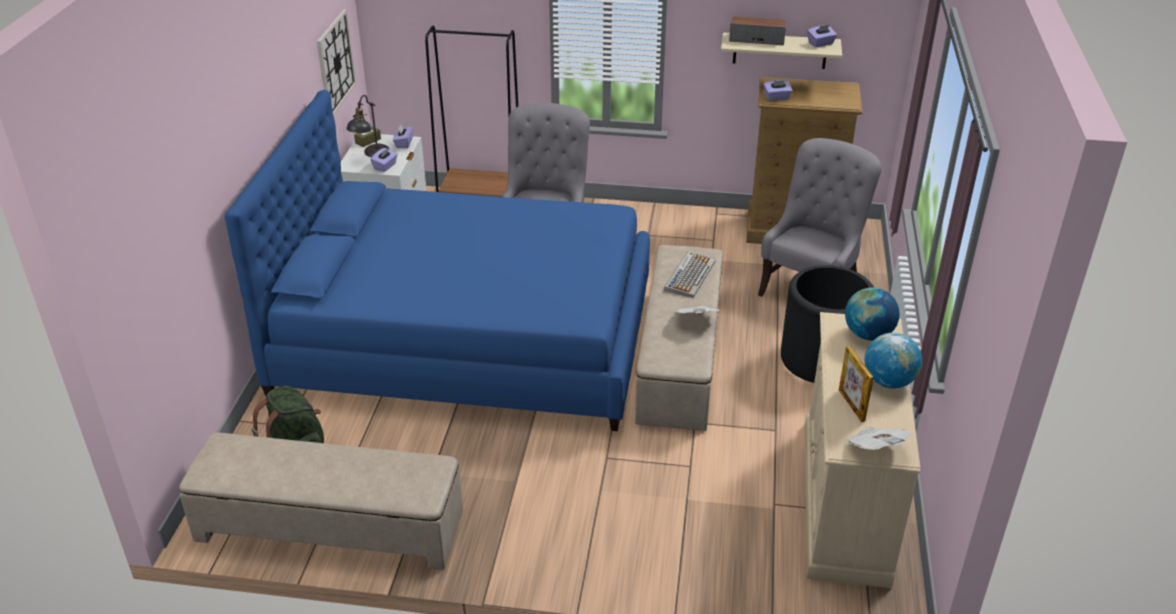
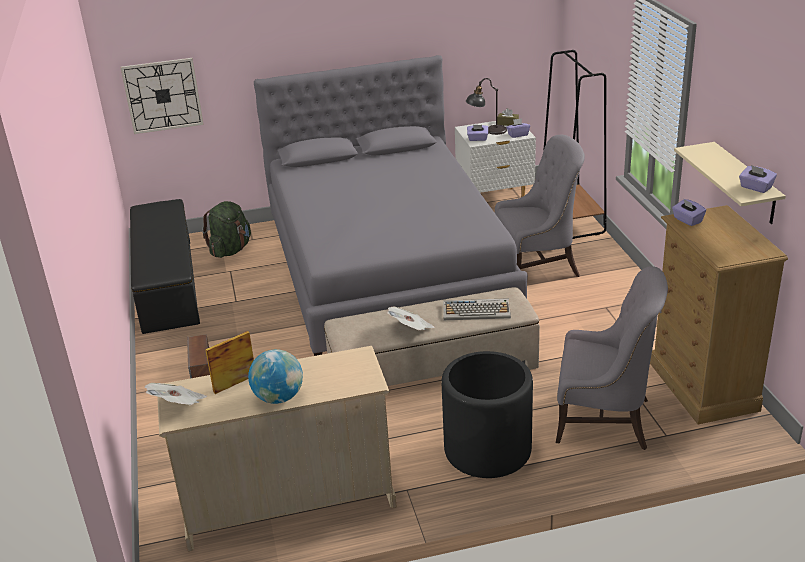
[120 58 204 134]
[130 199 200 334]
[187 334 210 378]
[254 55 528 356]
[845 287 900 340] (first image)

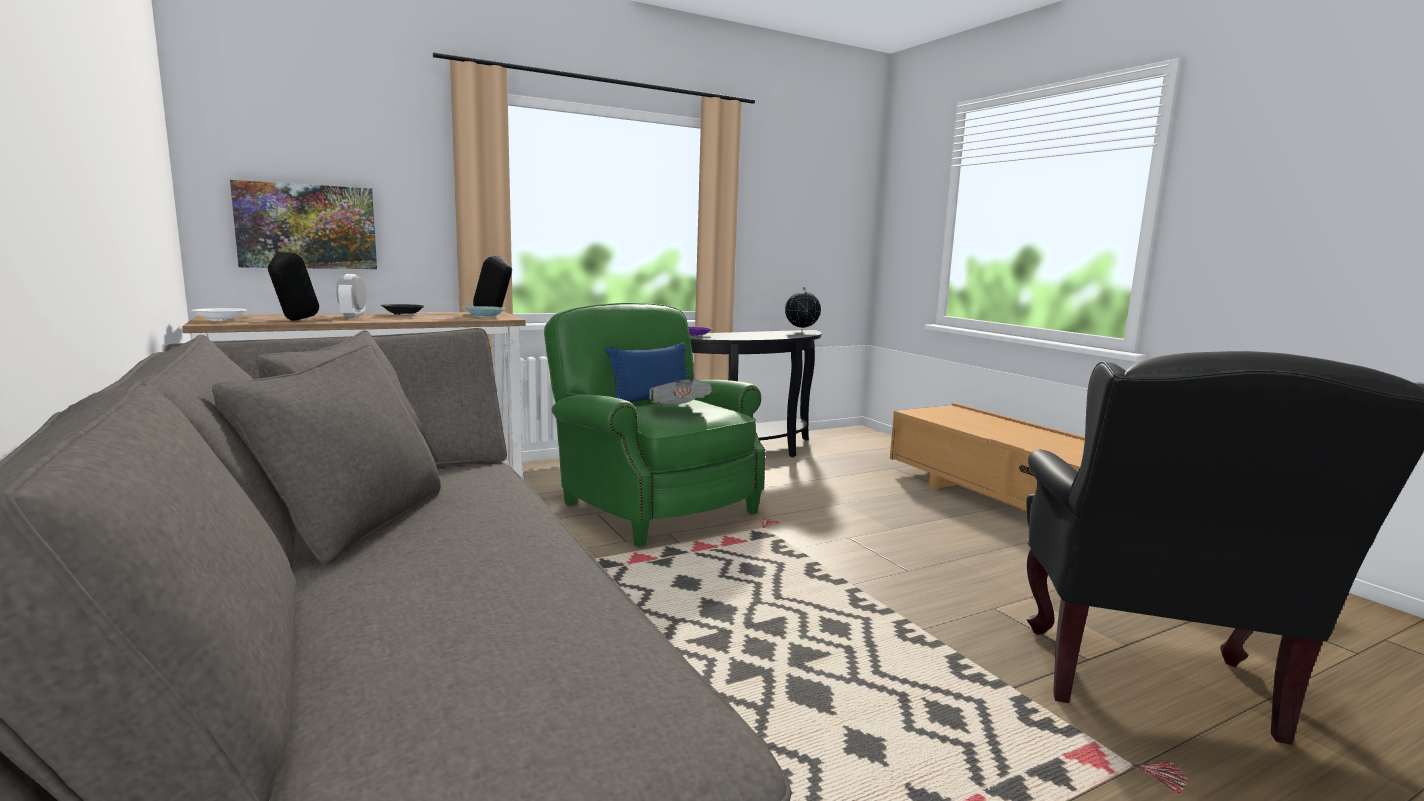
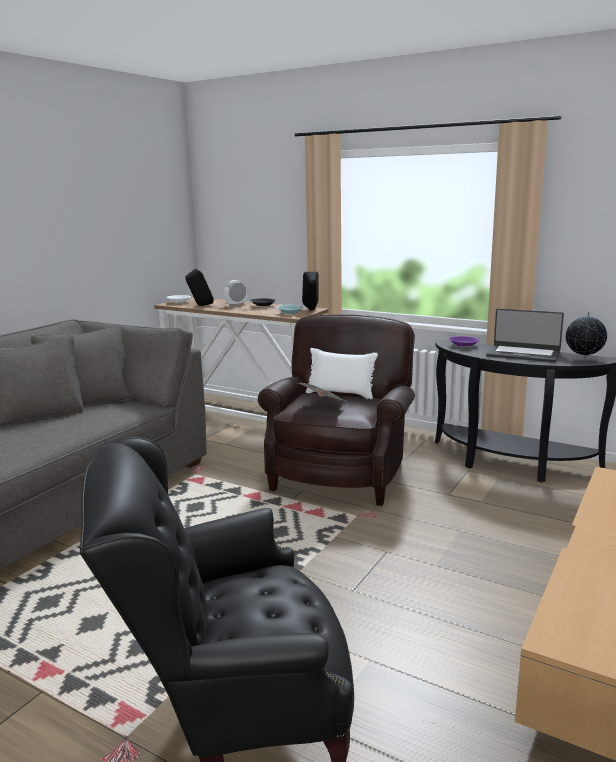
[258 314 415 506]
[306 348 378 399]
[487 309 564 362]
[230 180 377 269] (first image)

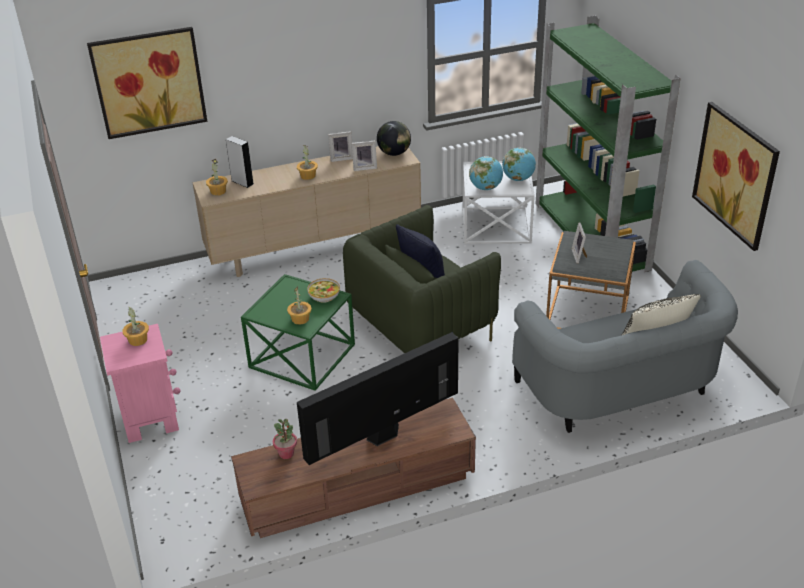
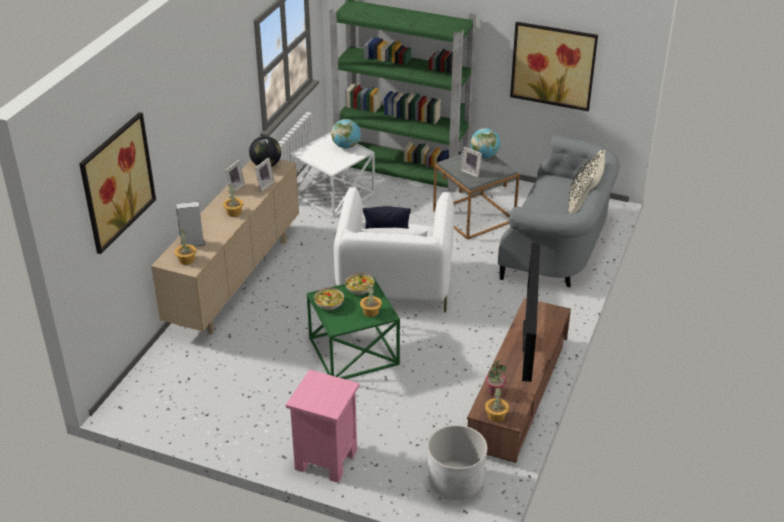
[314 288 344 310]
[334 187 454 312]
[428 425 487 500]
[470 128 500 158]
[485 387 509 422]

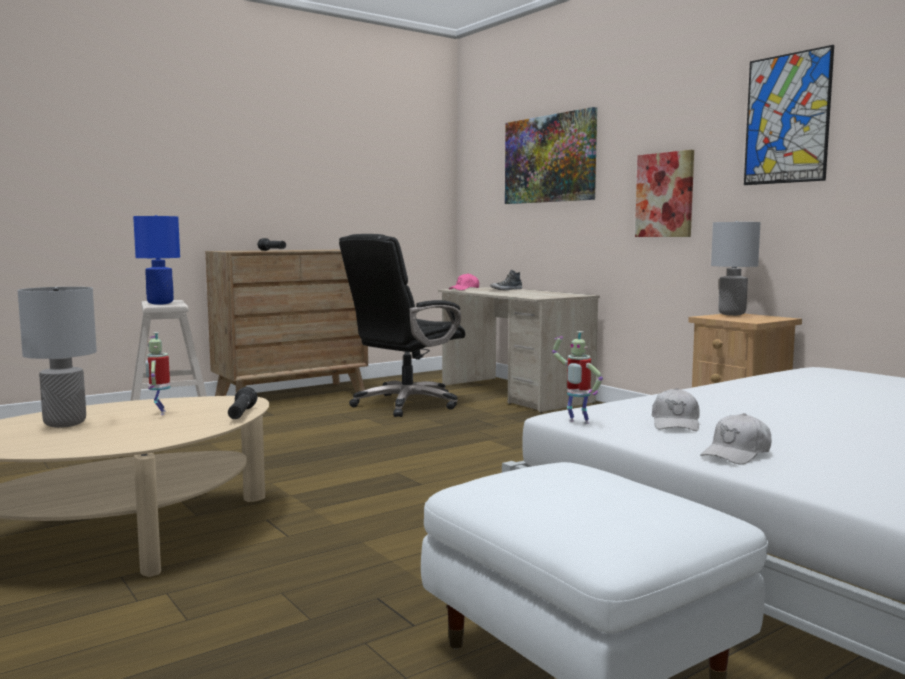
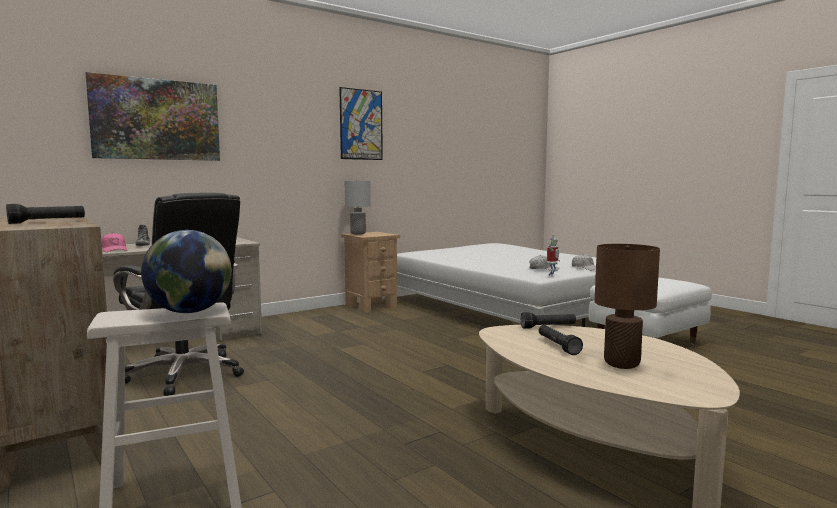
[141 230 232 313]
[539 325 583 355]
[594 244 660 369]
[635 150 694 237] (first image)

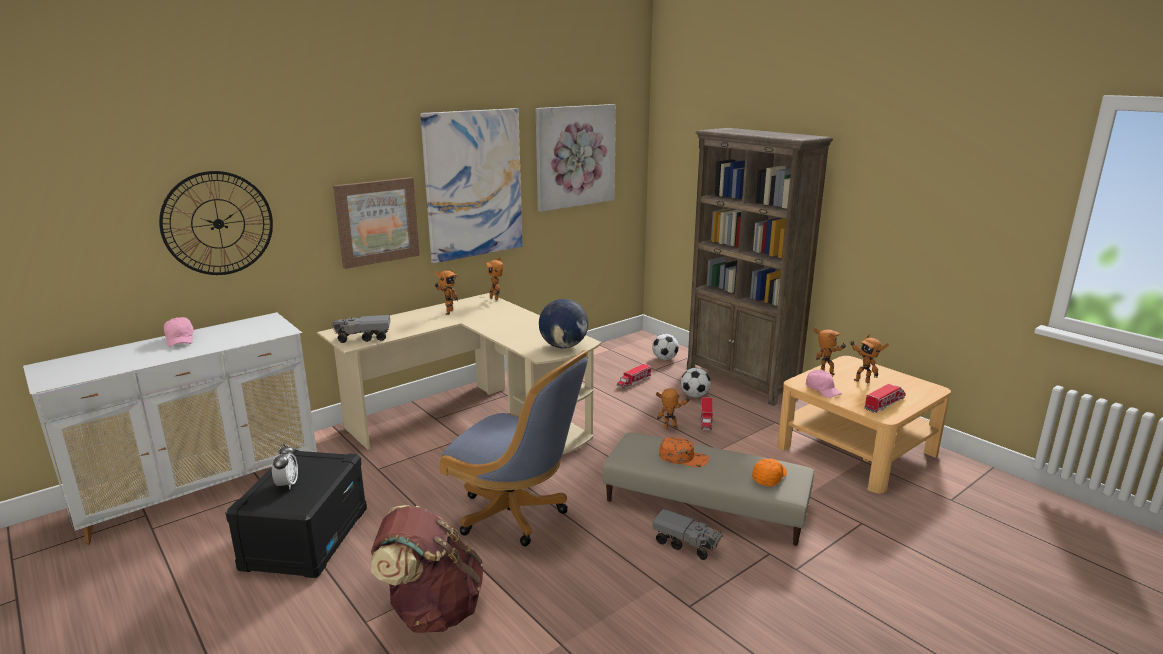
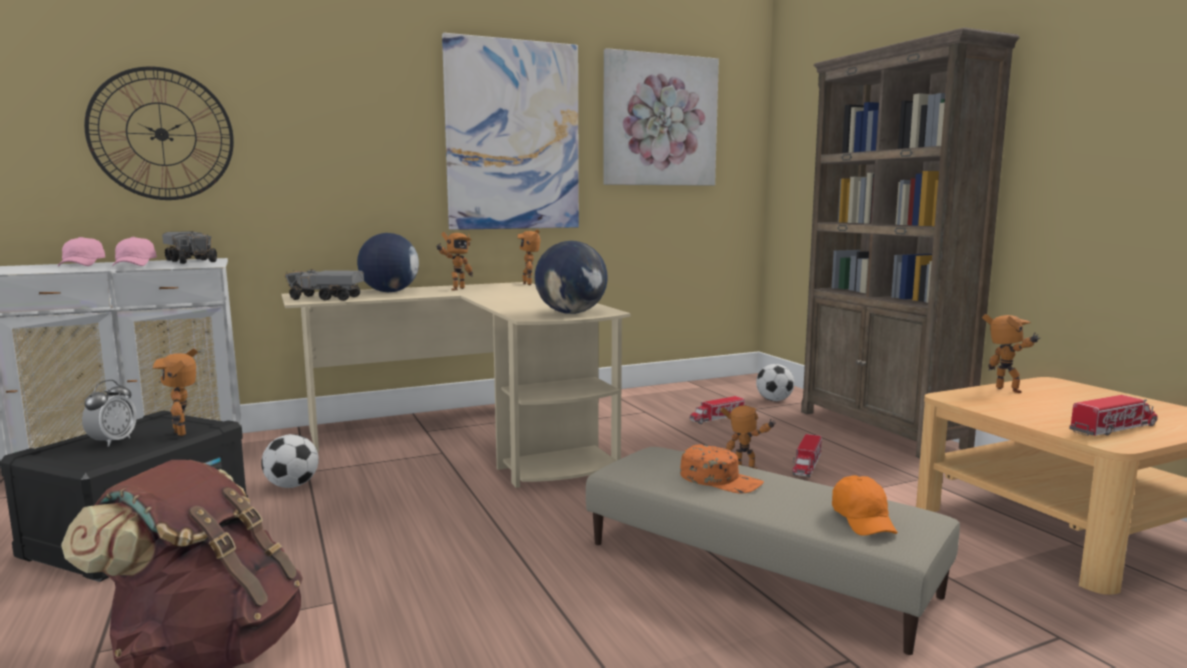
[112 237 157 266]
[153 348 198 437]
[162 231 217 264]
[261 434 319 488]
[357 233 419 292]
[832 475 898 536]
[333 177 420 269] (first image)
[440 350 588 546] (first image)

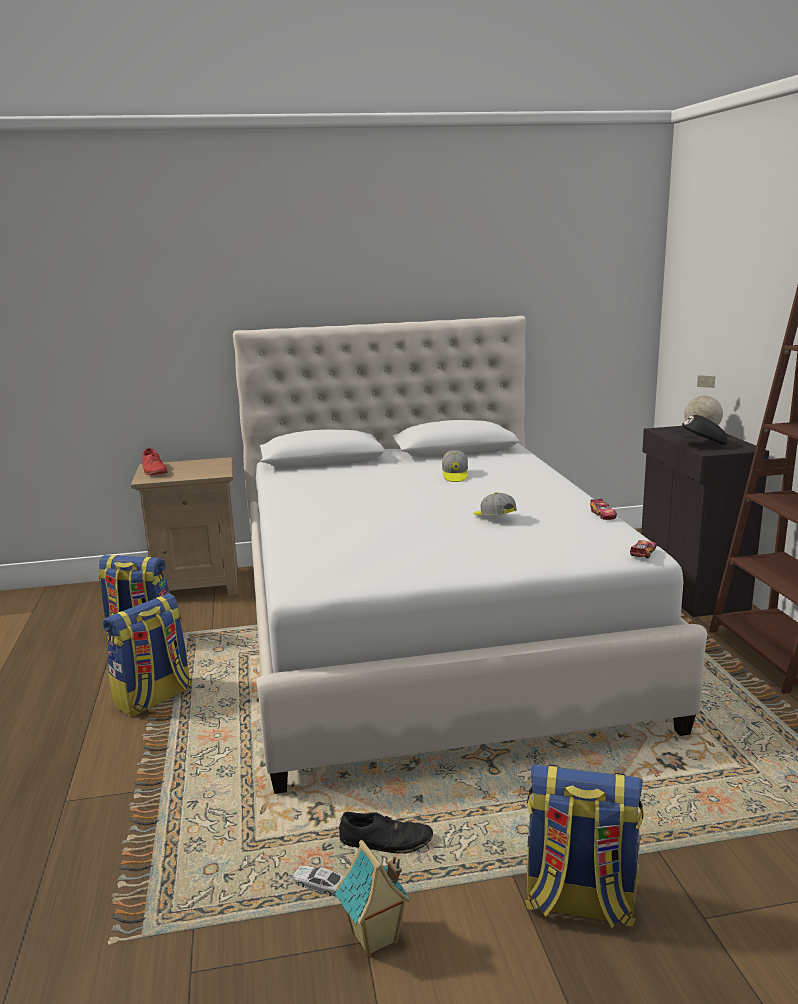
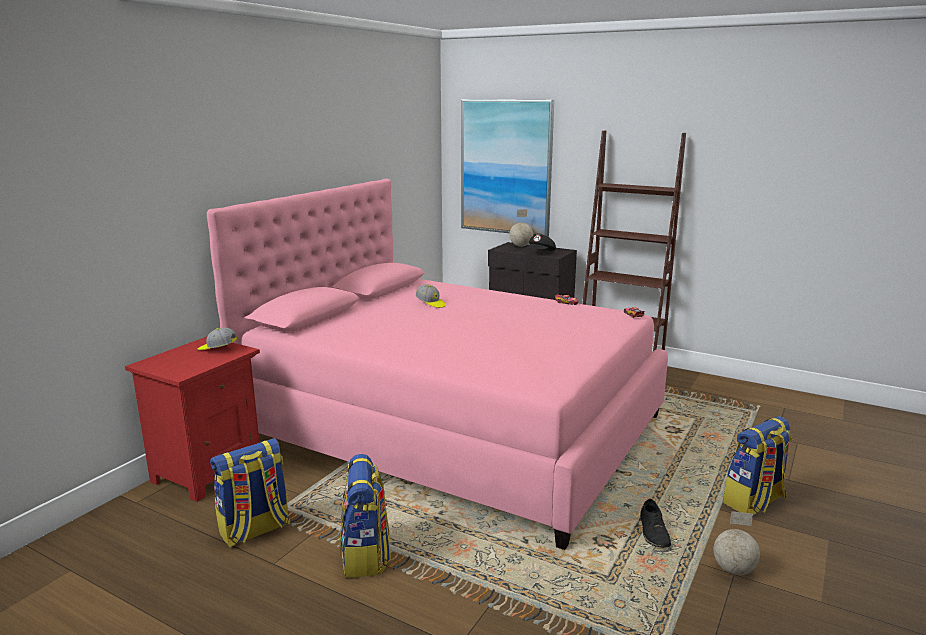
[125 337 260 502]
[198 328 238 350]
[207 179 668 550]
[461 99 554 237]
[640 499 671 548]
[714 511 760 575]
[142 448 168 475] (first image)
[292 865 343 897] (first image)

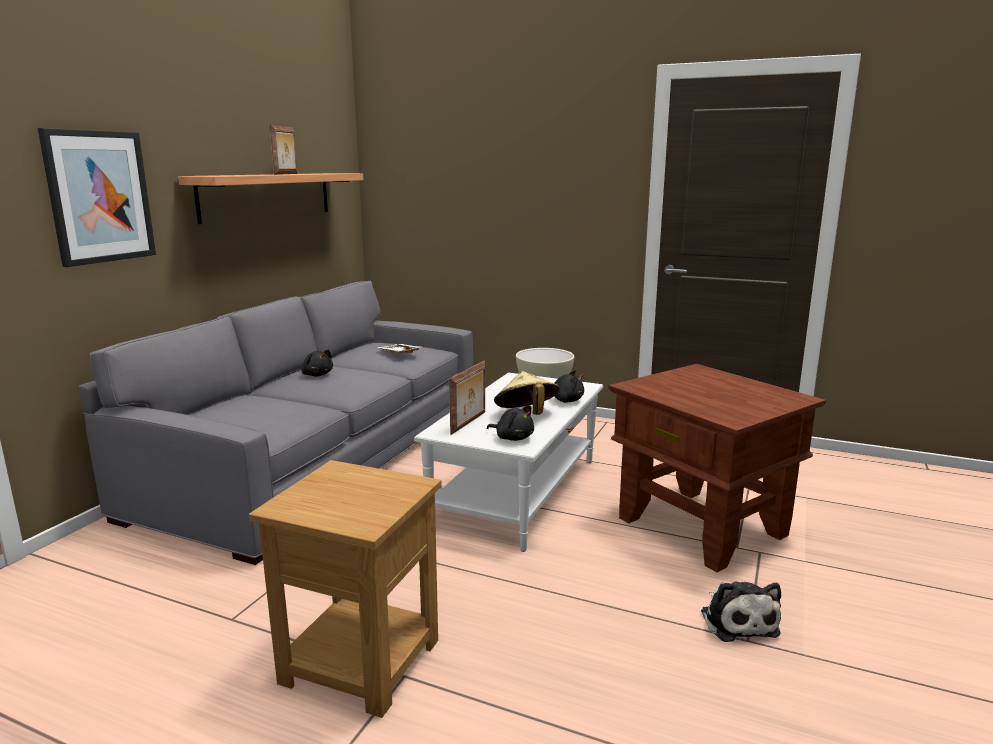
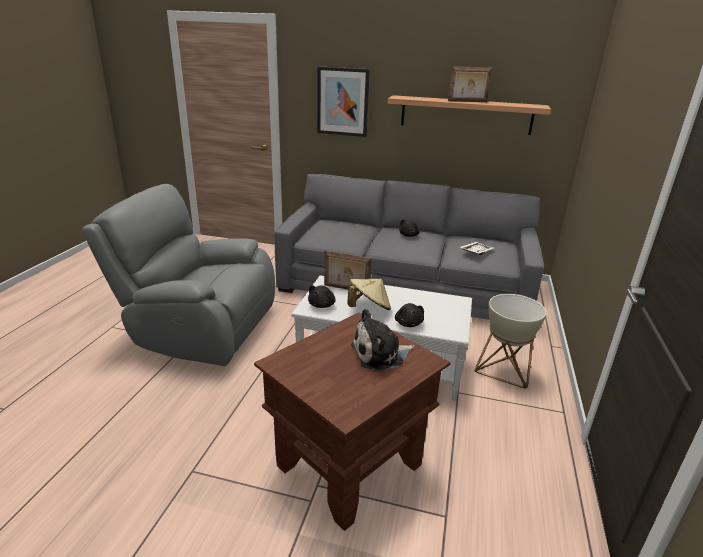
[82 184 275 367]
[351 309 415 371]

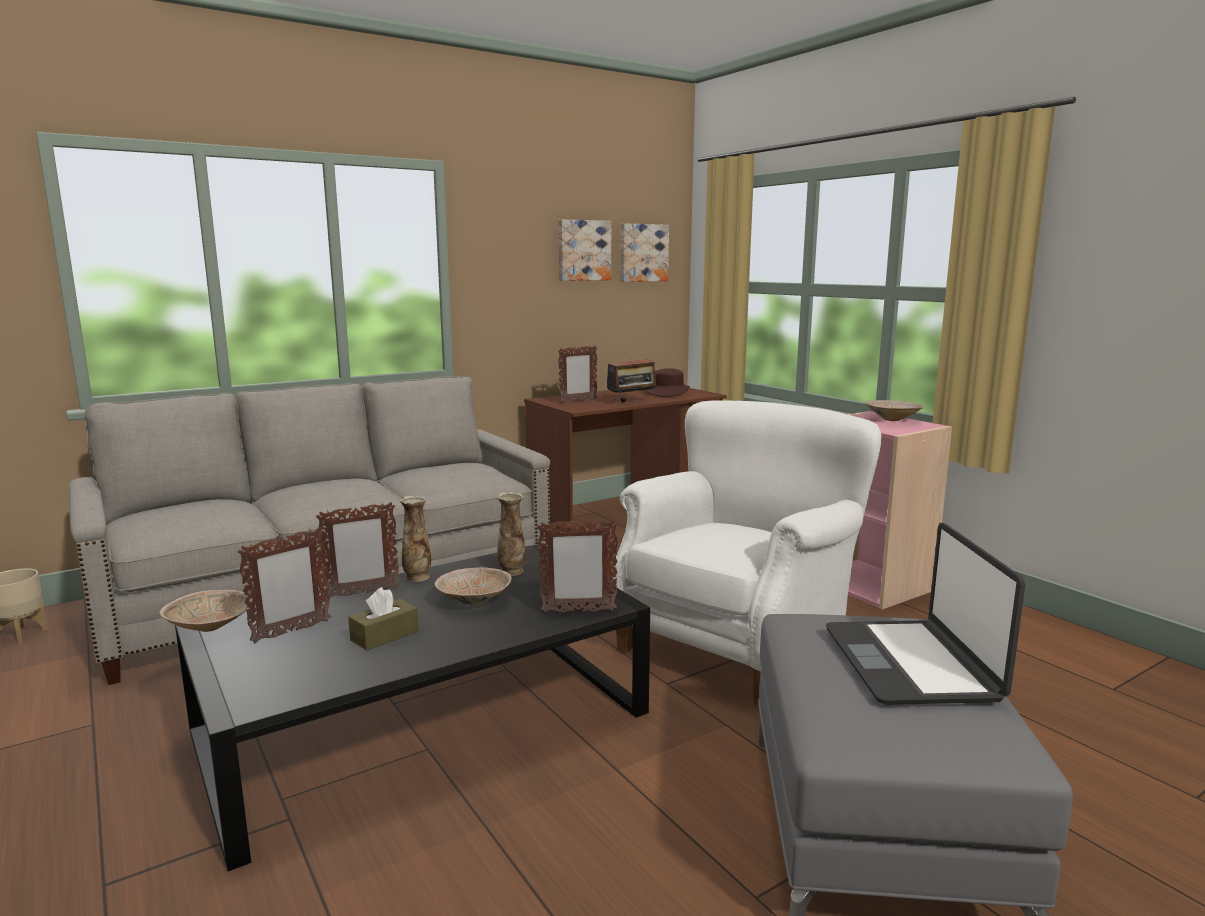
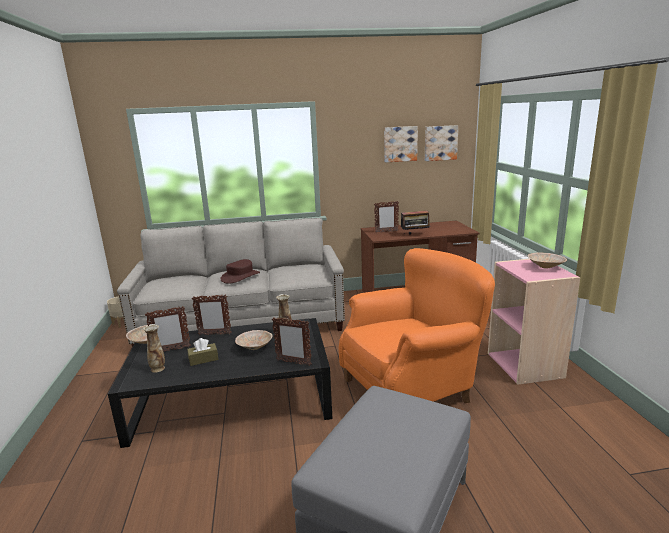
[143 324 165 373]
[220 259 260 284]
[339 248 495 403]
[826 523 1025 705] (first image)

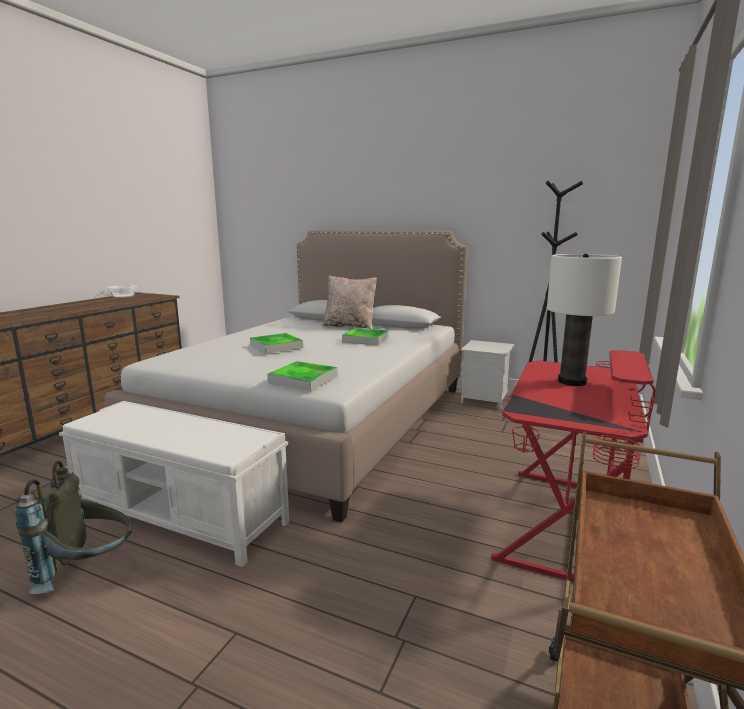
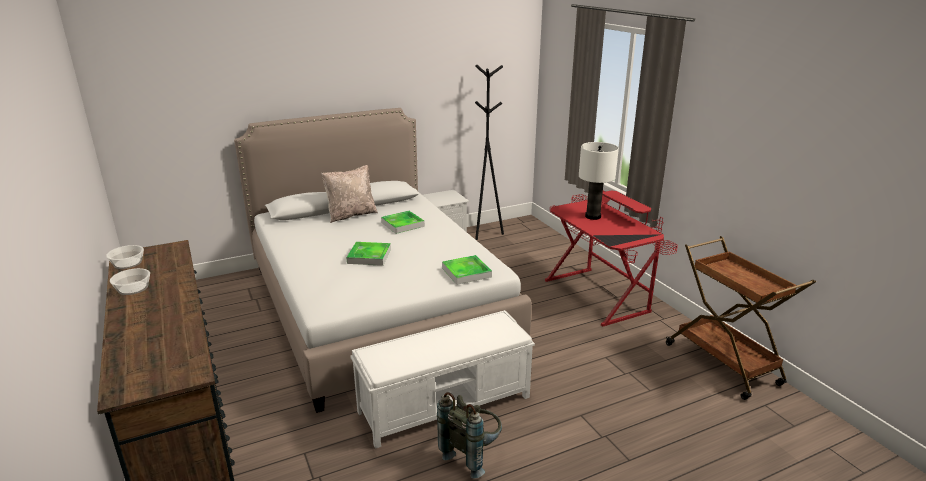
[110 268 150 295]

